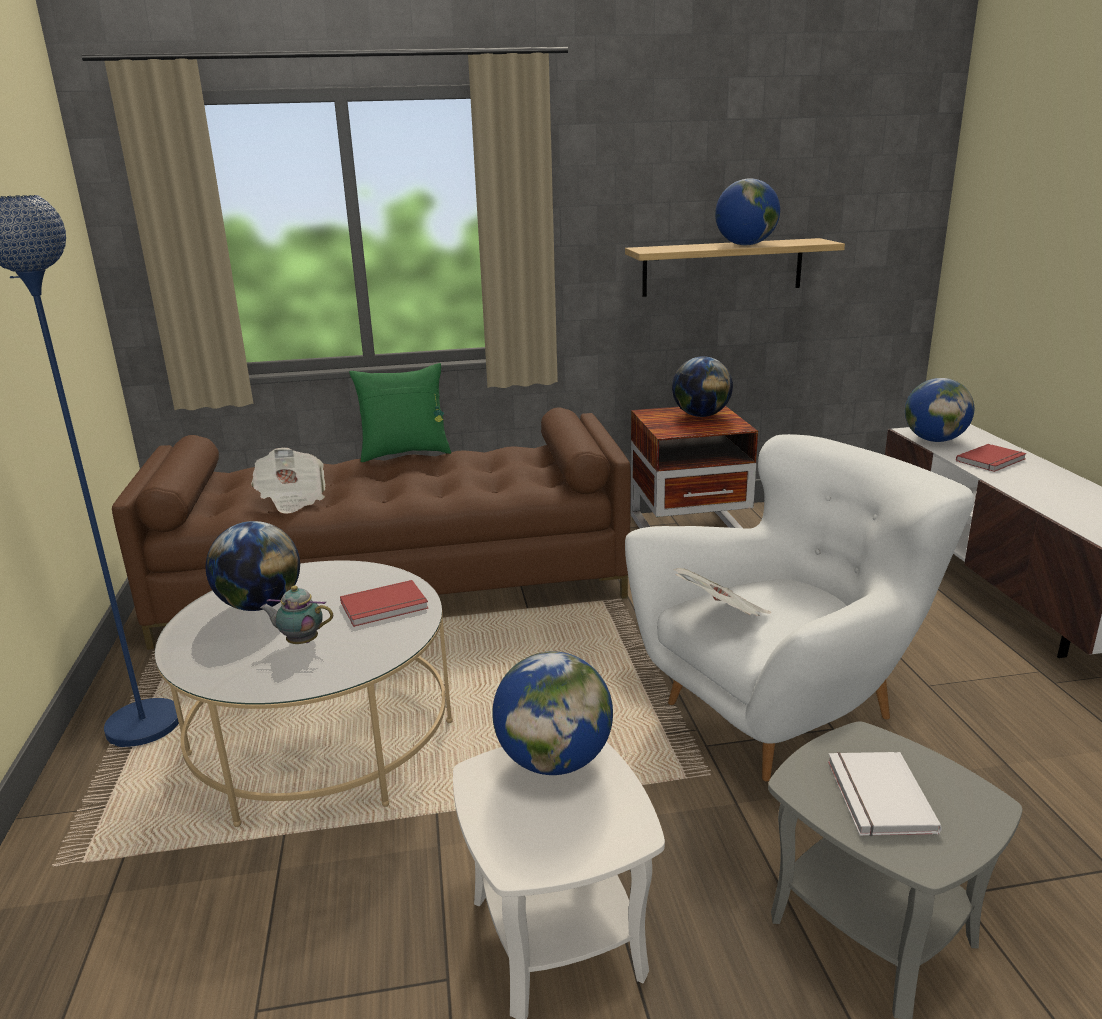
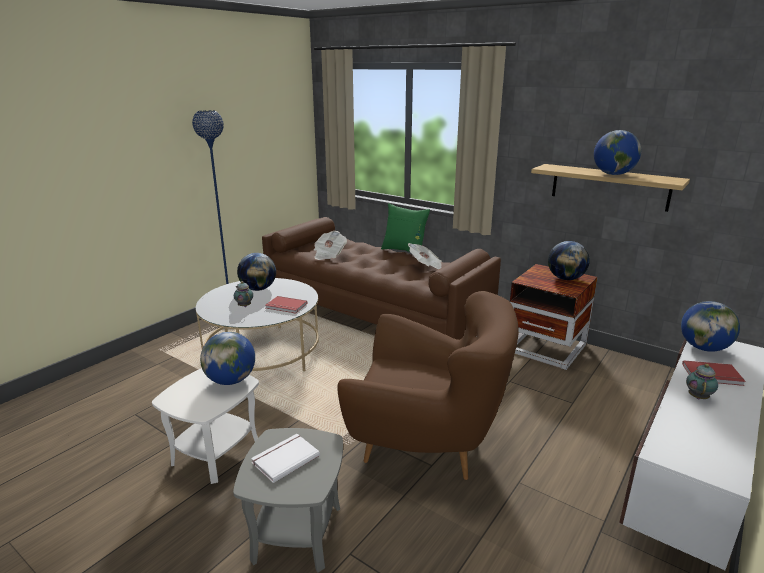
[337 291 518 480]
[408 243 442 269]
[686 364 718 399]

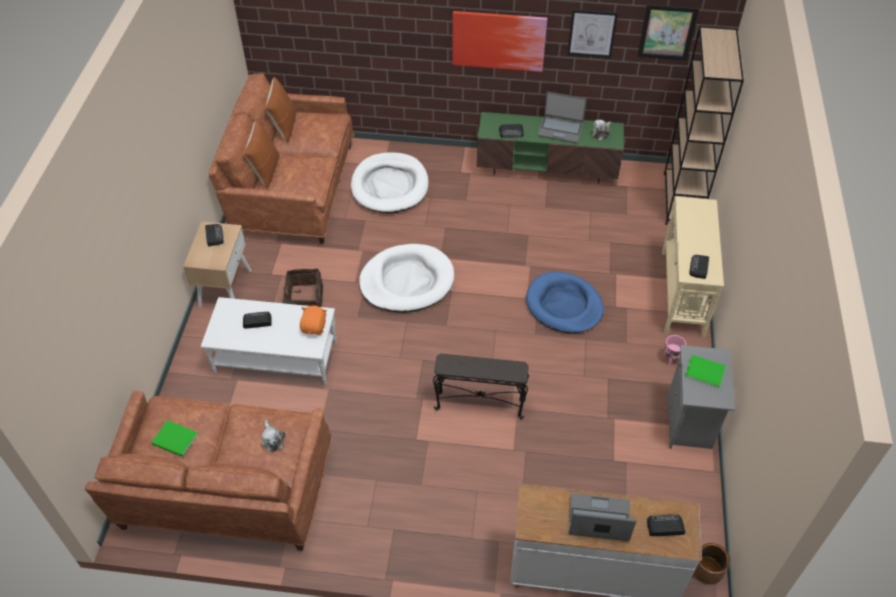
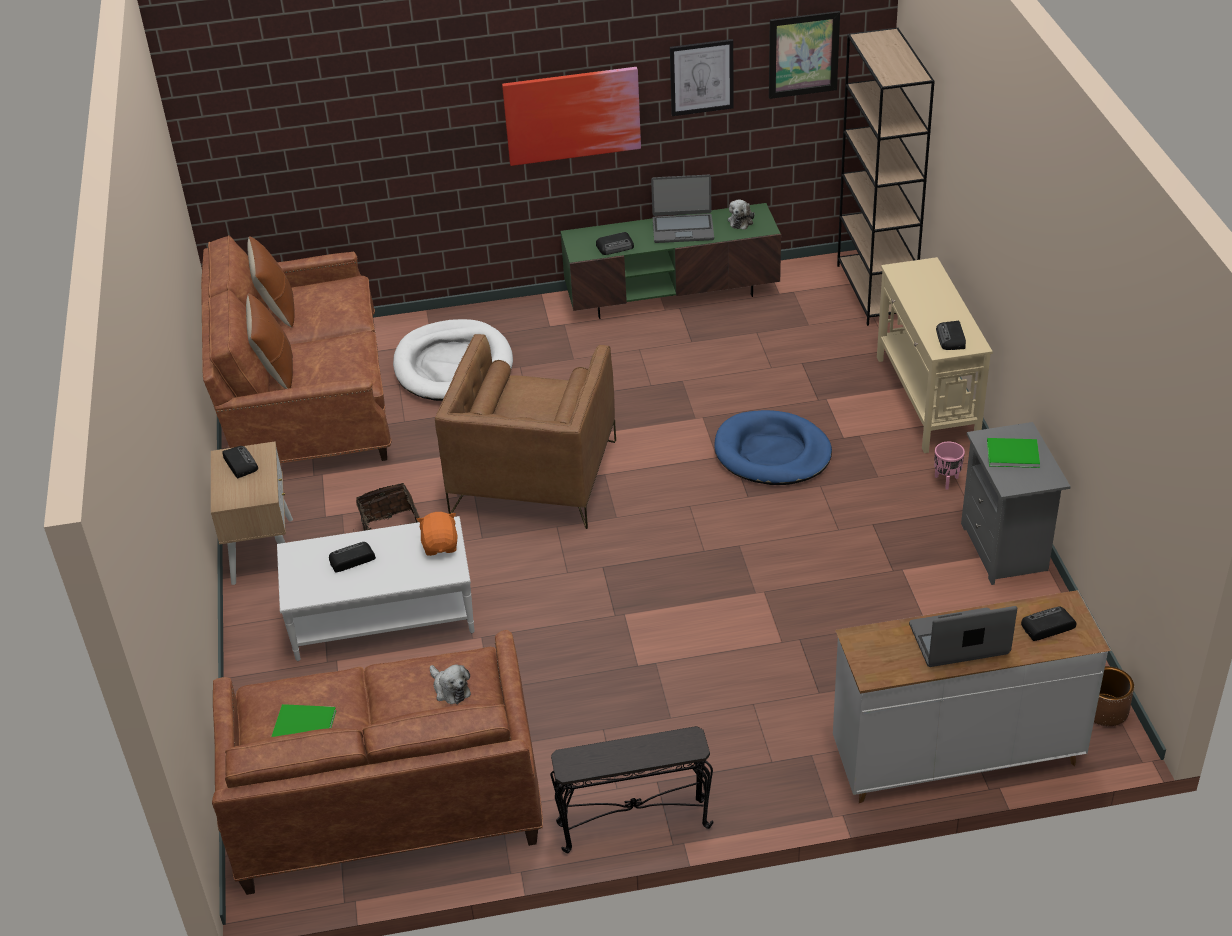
[435 334 616 529]
[550 726 713 853]

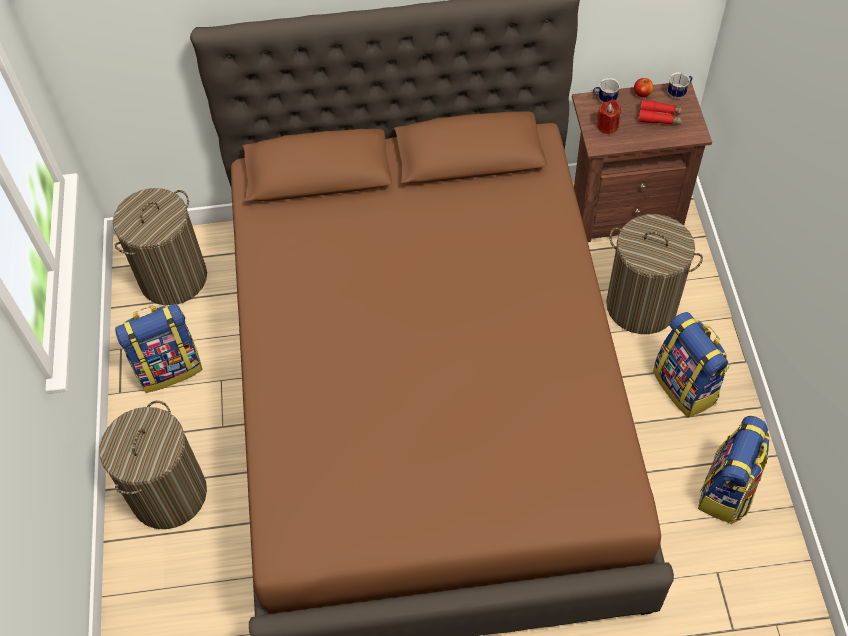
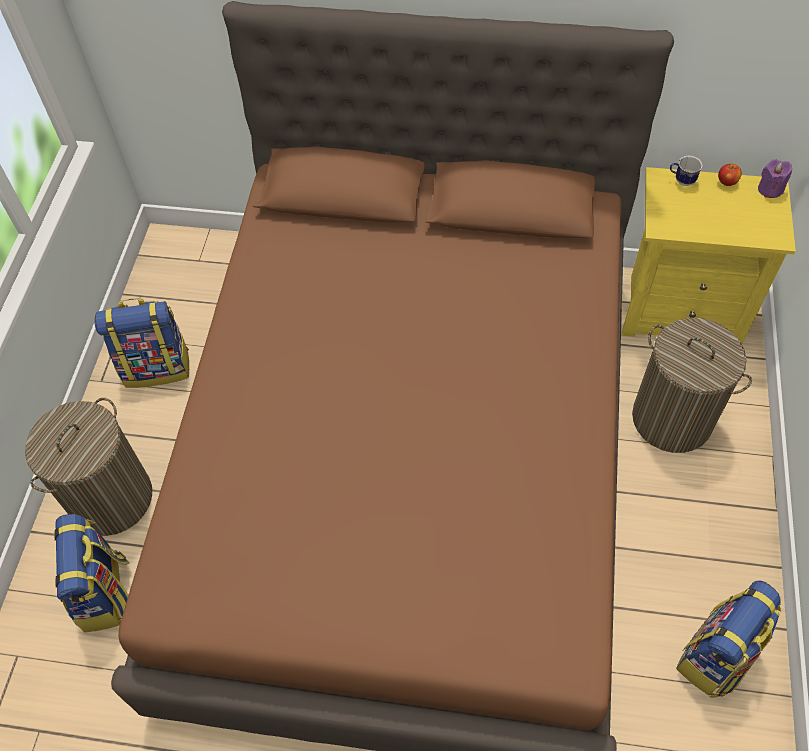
[54 514 130 632]
[621 167 796 344]
[758 159 792 198]
[113 188 207 305] (first image)
[597 100 621 135] (first image)
[638 99 683 125] (first image)

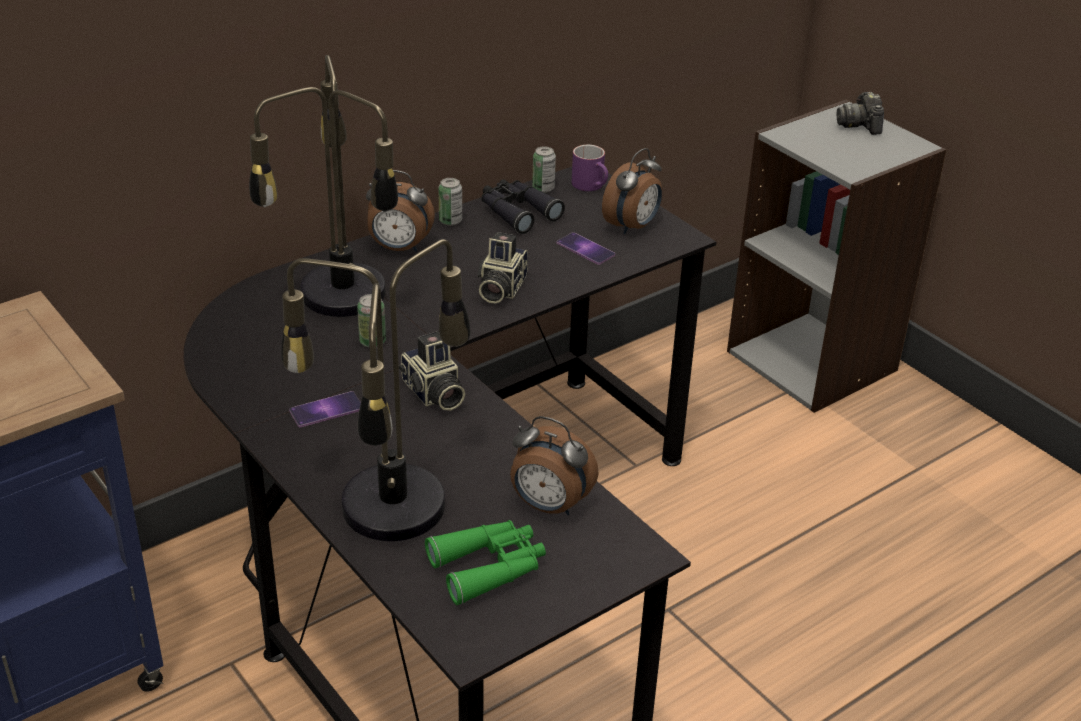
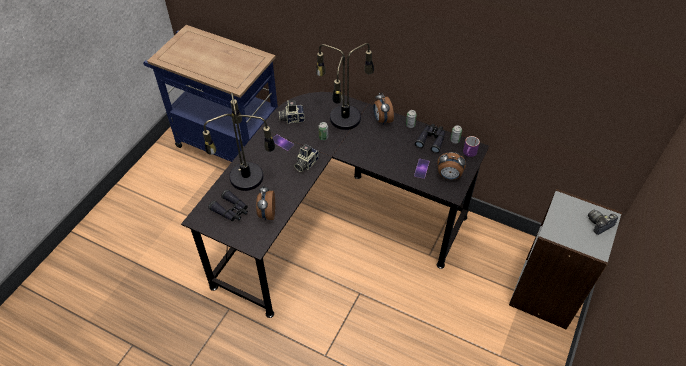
[209 189 248 221]
[279 100 305 124]

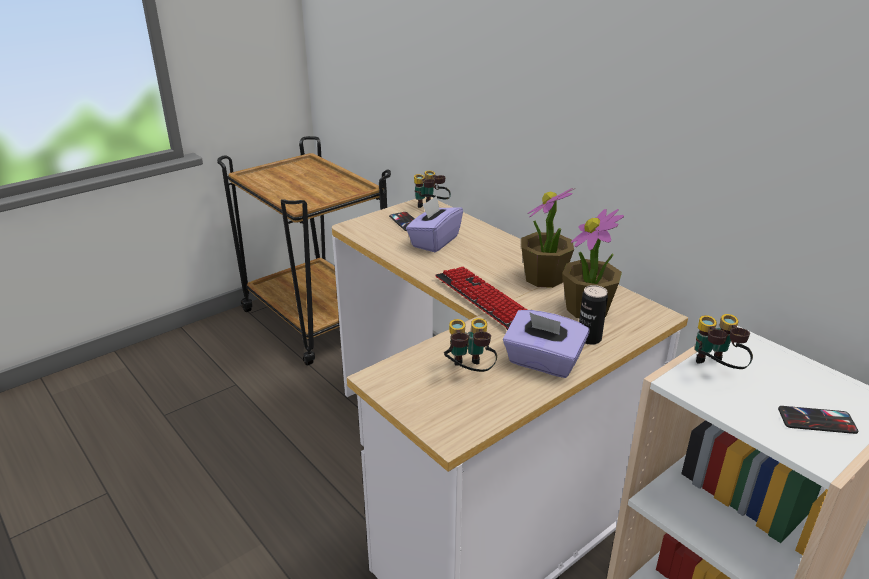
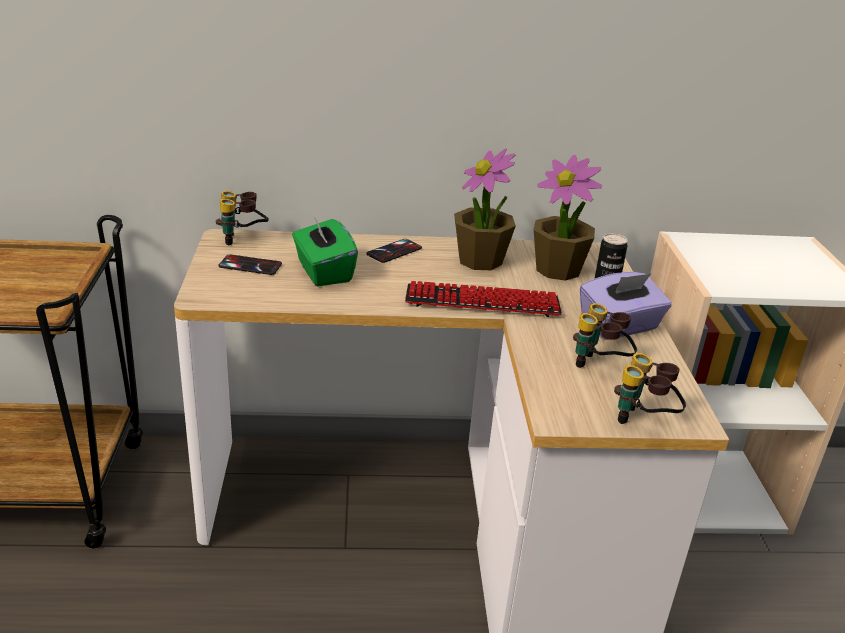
[292 214 358 286]
[366 239 422 263]
[614 353 686 424]

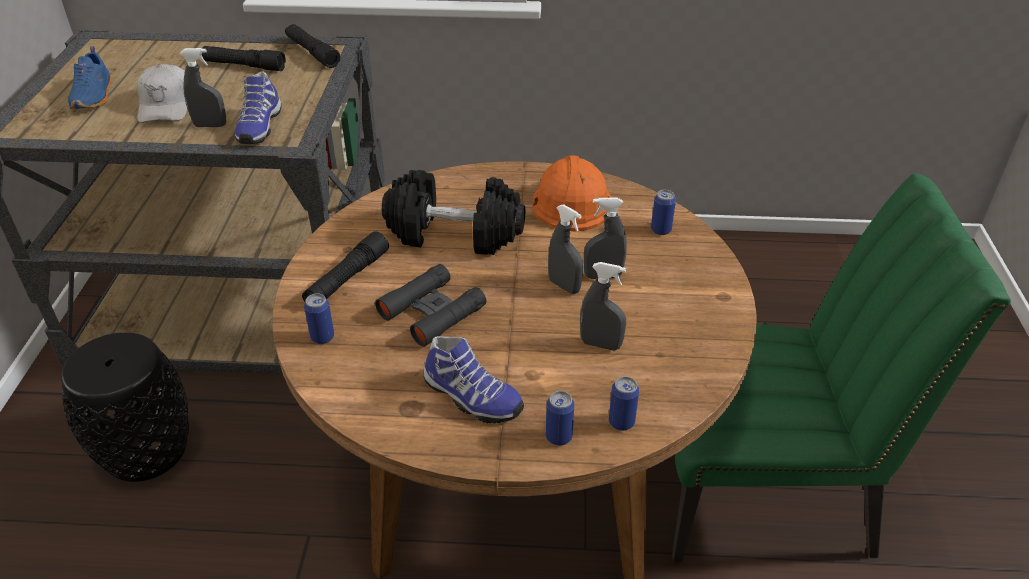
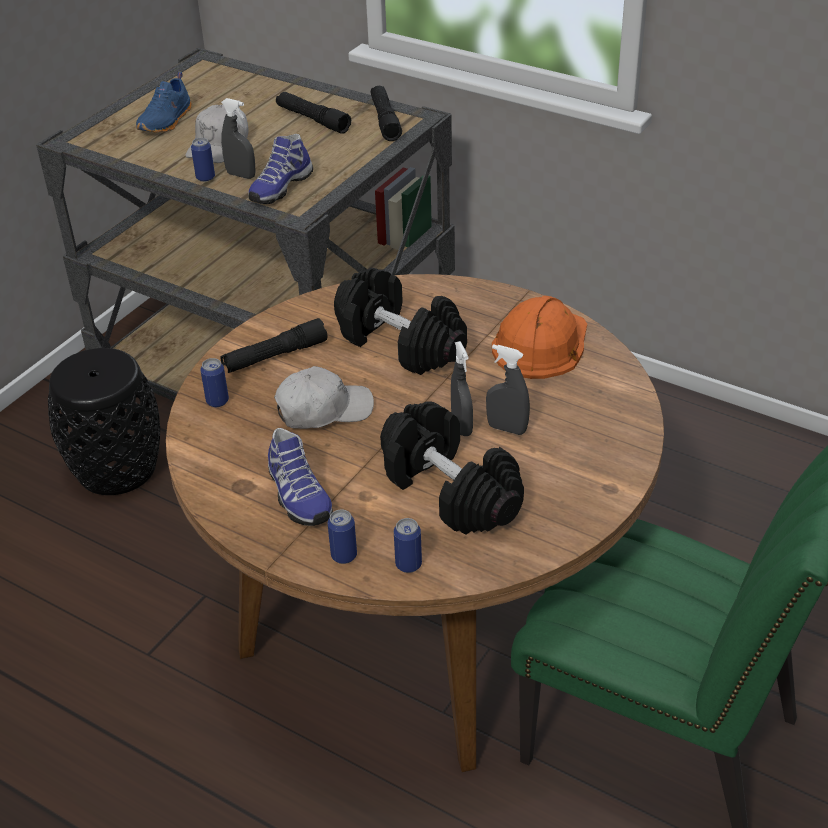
[191 138 215 182]
[274 366 374 429]
[380 401 524 535]

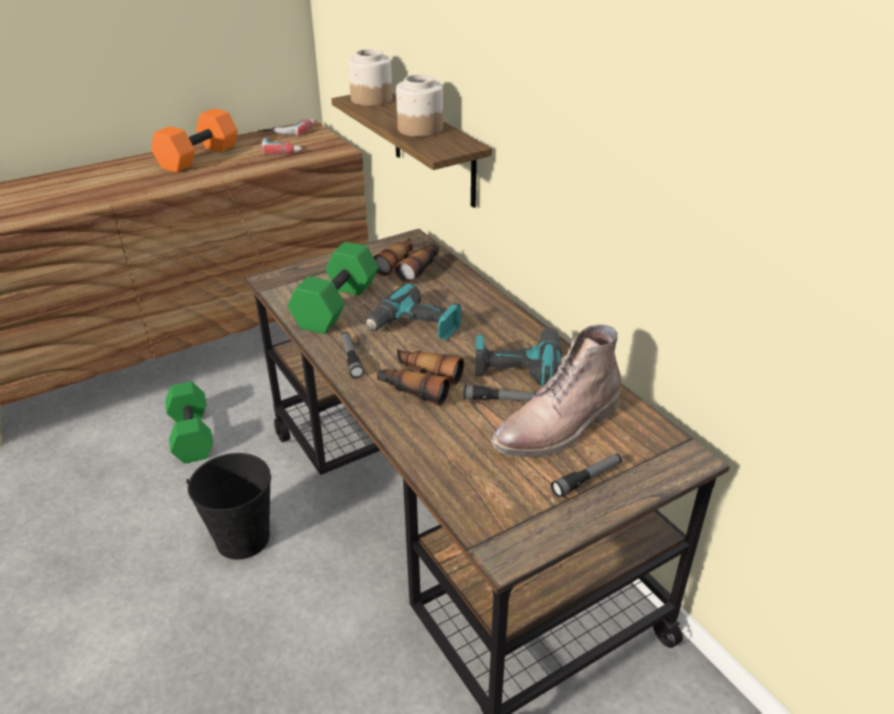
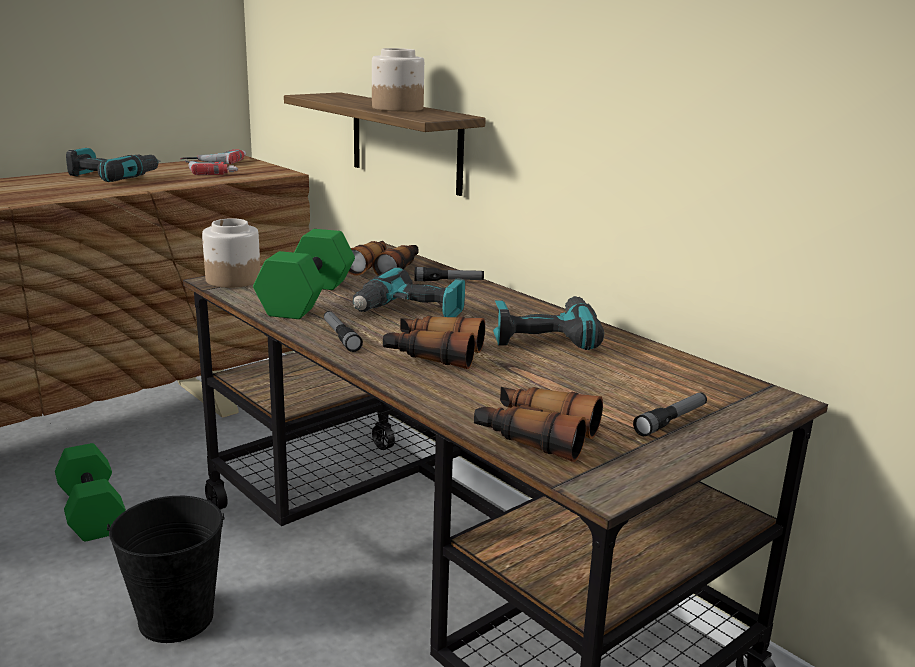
[66 148 161 182]
[202 218 260 288]
[414 267 484 281]
[474 387 603 462]
[491 325 621 457] (first image)

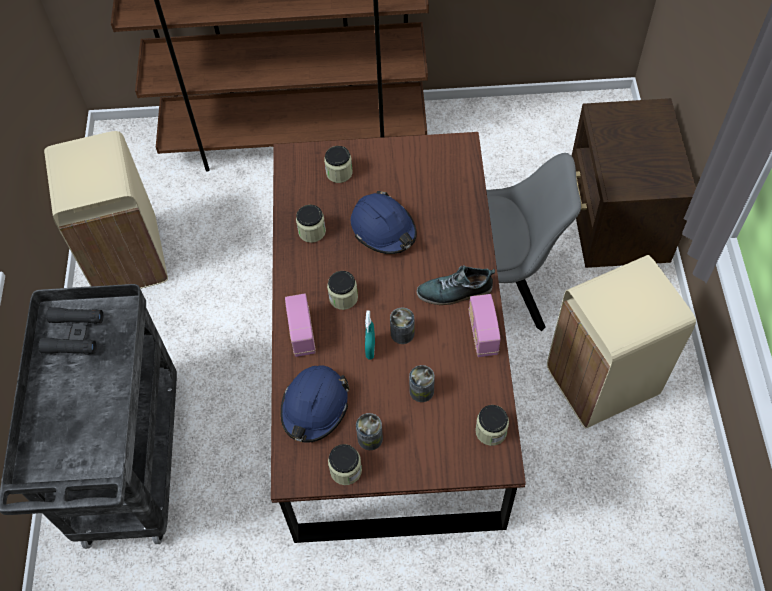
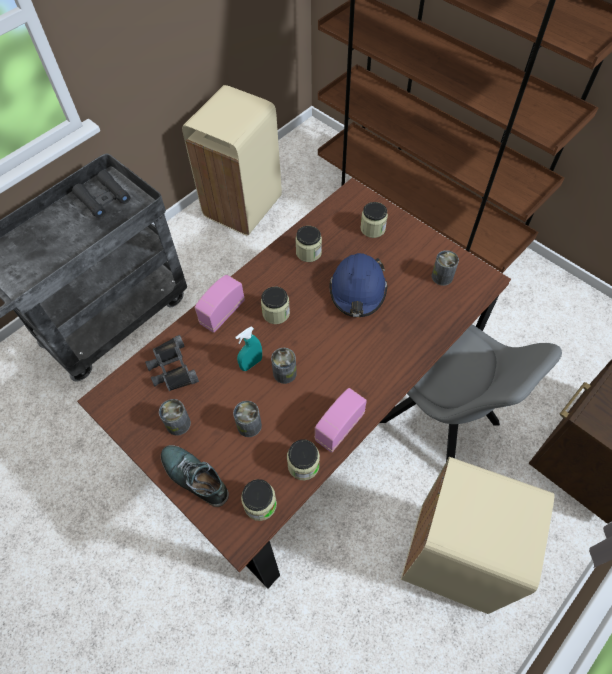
[145 335 199 391]
[161 445 229 507]
[287 439 320 480]
[432 250 459 286]

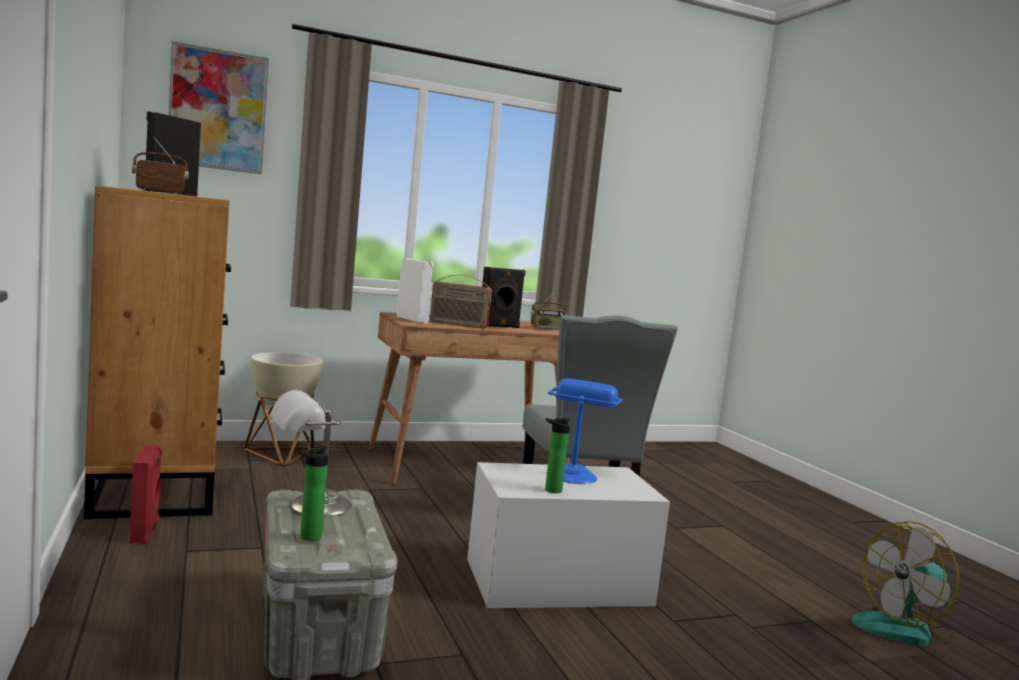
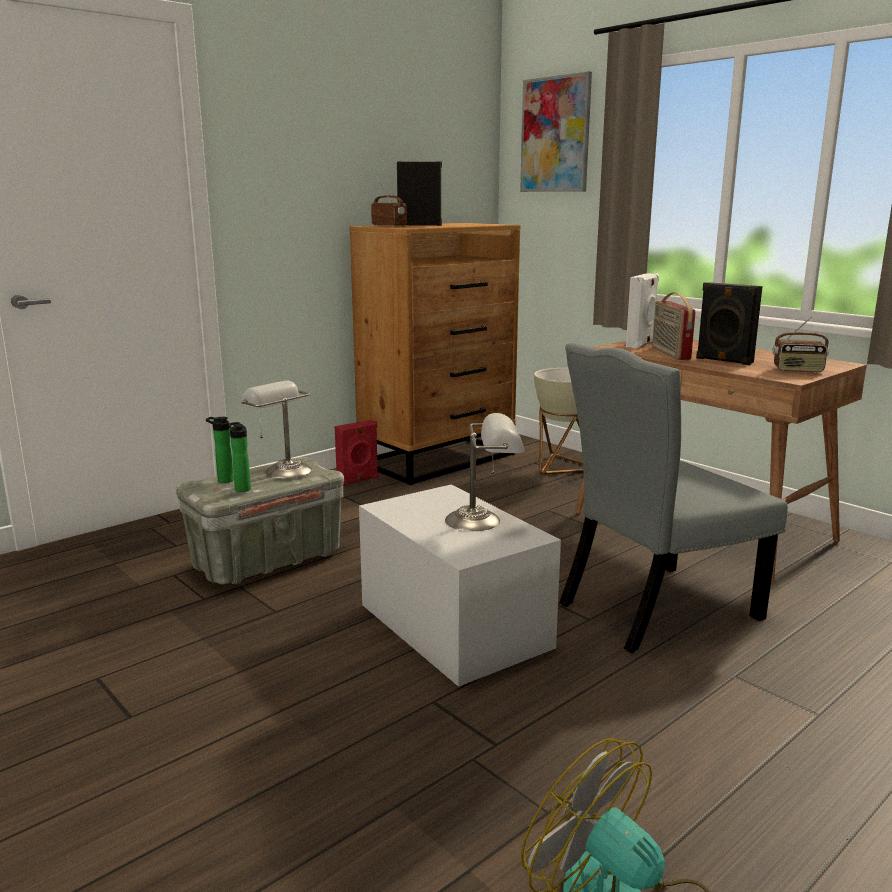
[229 422 251 492]
[445 413 525 531]
[772 316 829 373]

